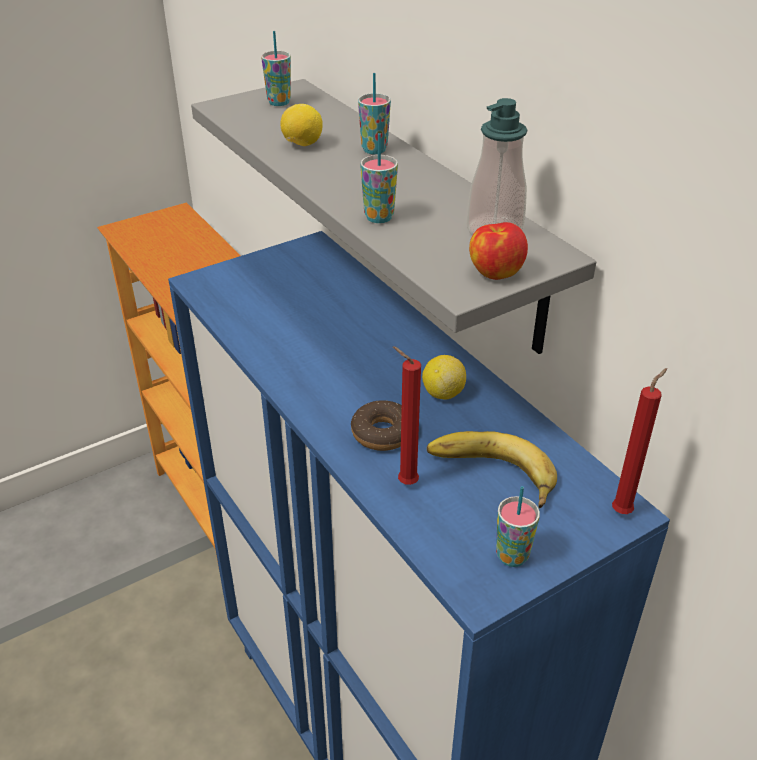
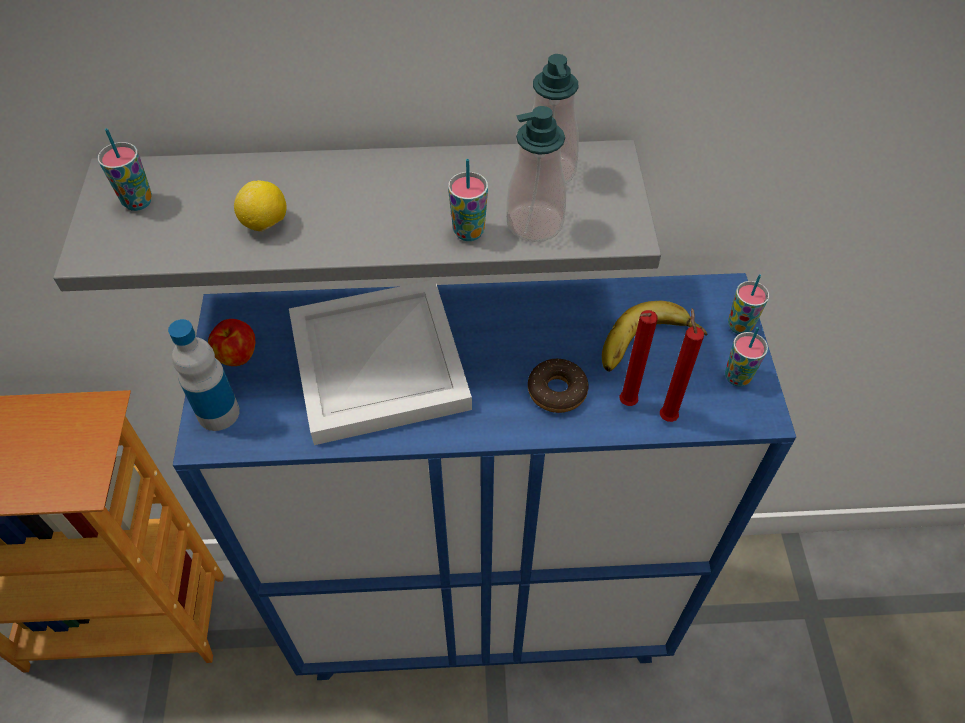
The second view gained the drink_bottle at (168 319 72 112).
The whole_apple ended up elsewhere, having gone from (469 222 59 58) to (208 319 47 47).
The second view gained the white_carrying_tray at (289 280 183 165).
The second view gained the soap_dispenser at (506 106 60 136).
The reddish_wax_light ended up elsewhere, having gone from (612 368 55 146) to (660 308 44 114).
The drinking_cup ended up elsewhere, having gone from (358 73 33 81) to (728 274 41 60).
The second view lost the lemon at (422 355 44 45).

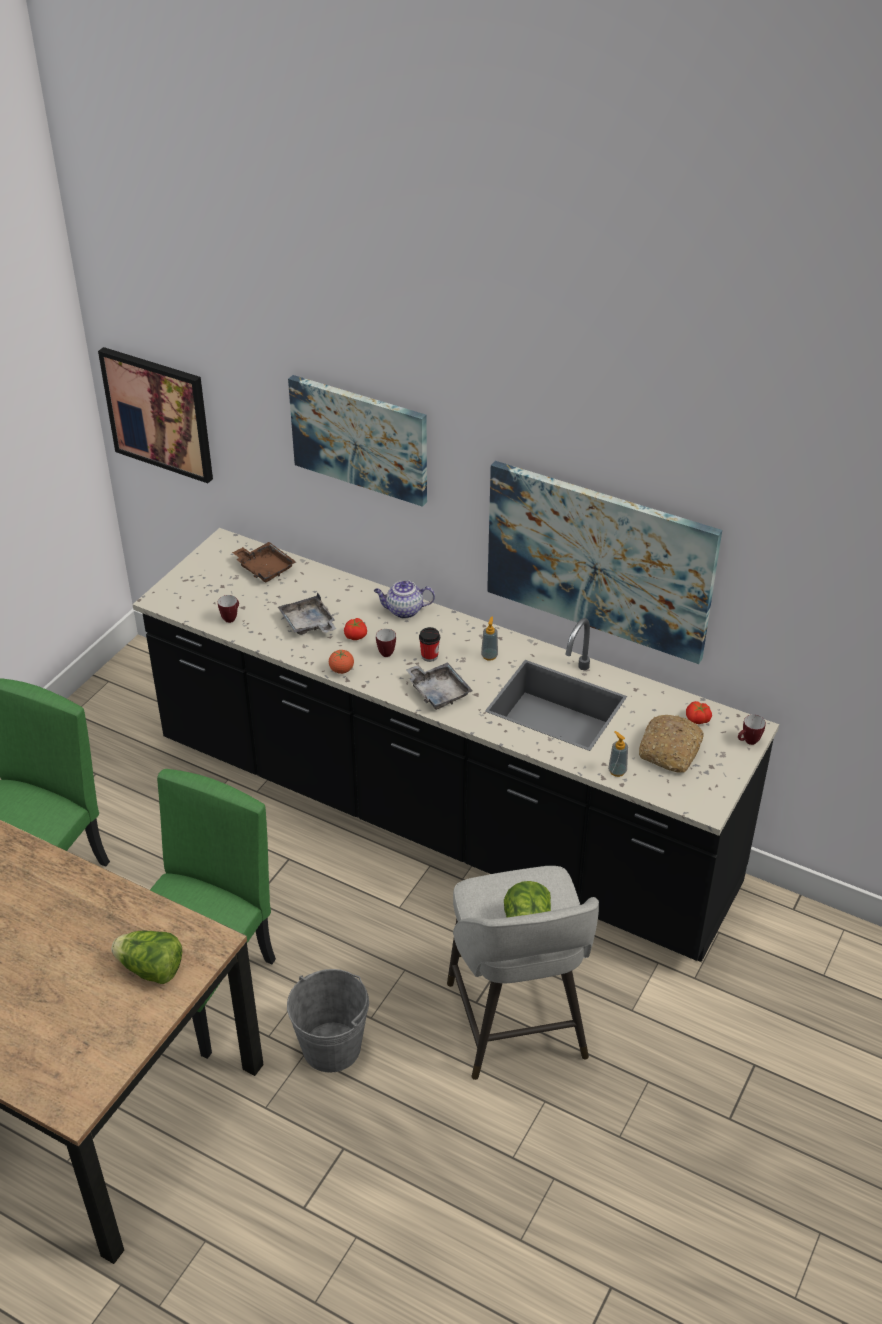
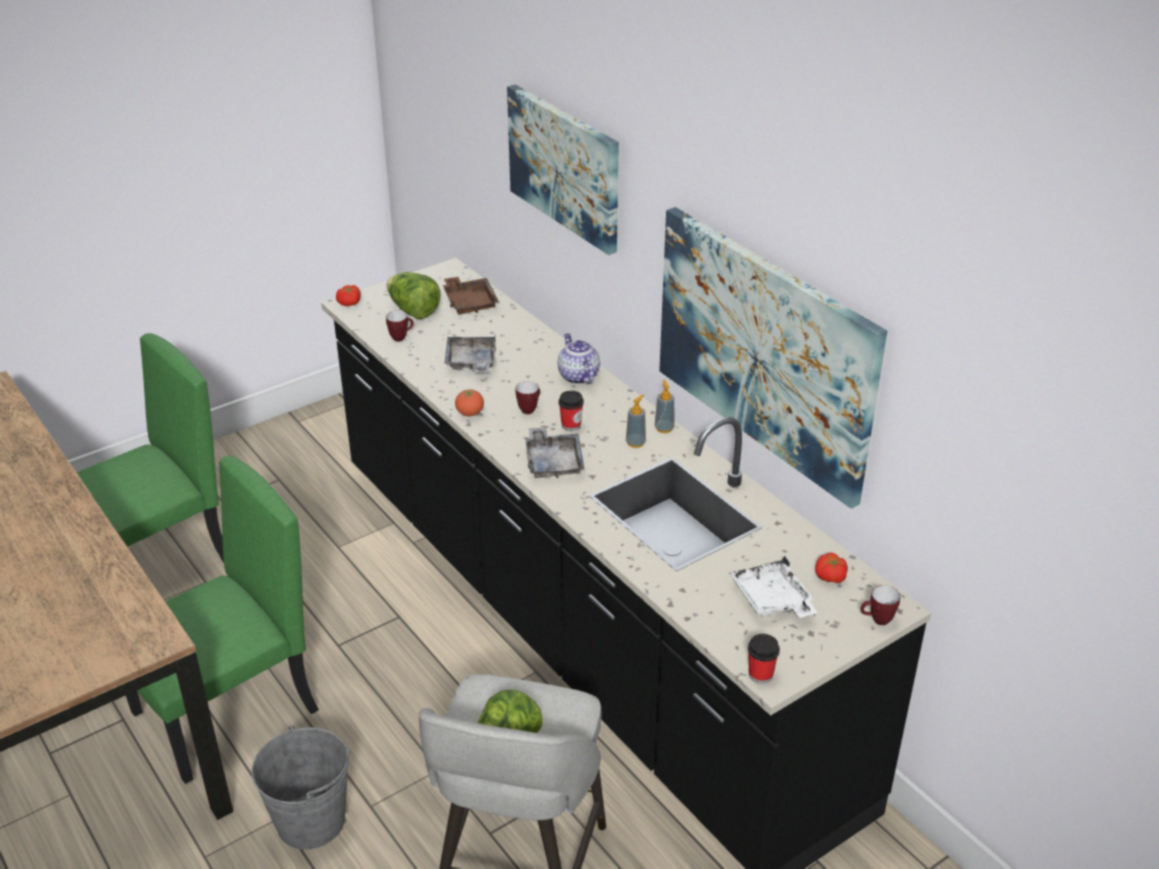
The tomato ended up elsewhere, having gone from (344 618 23 22) to (336 285 25 21).
The lettuce_head ended up elsewhere, having gone from (111 931 71 53) to (386 272 54 47).
The pot_for_tea at (374 580 61 38) ended up facing another way, 45 degrees clockwise from before.
The soap_dispenser ended up elsewhere, having gone from (608 731 20 46) to (655 380 20 53).
Where the bakery_bread stood at (639 715 65 58), the white_carrying_tray came to stand at (730 556 88 62).
The second view gained the drinking_cup at (748 634 32 50).
The second view lost the wall_picture at (98 347 115 136).

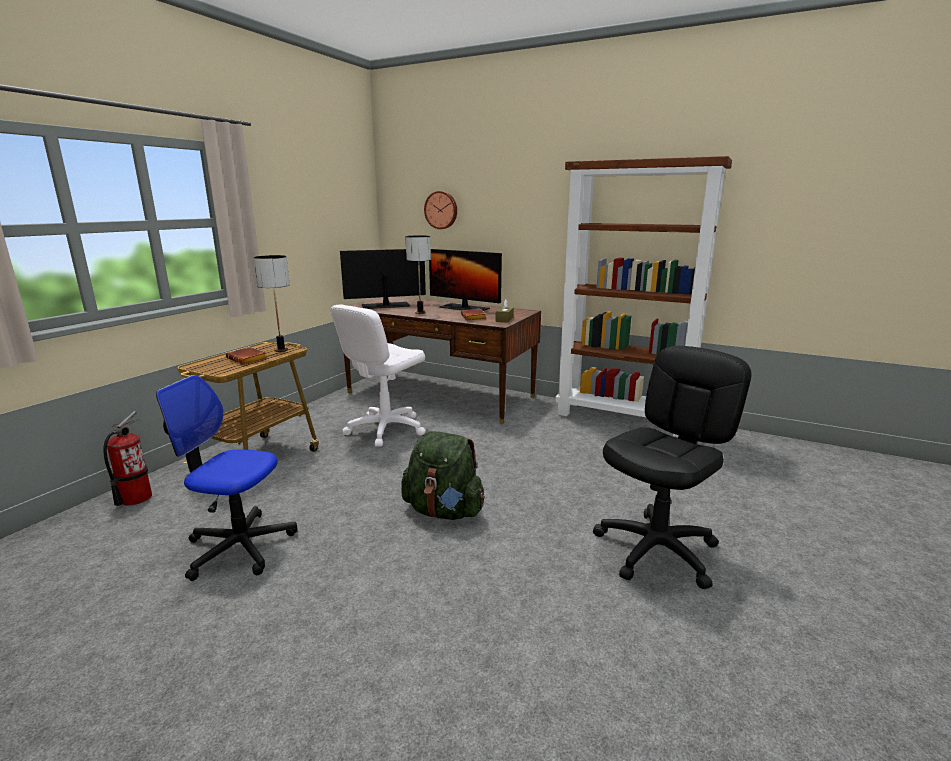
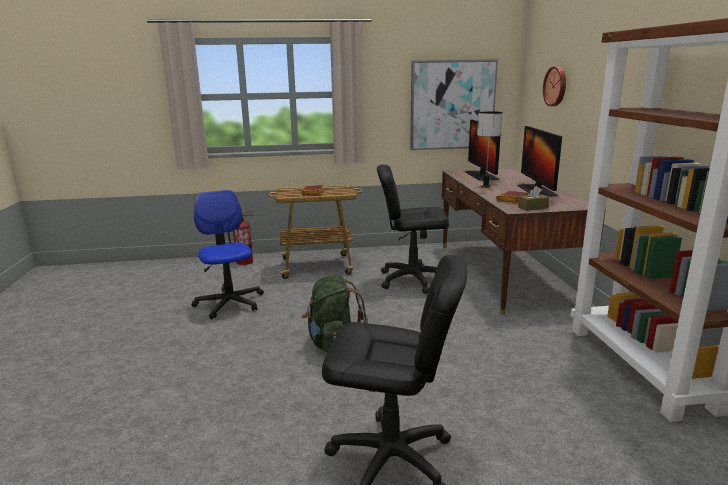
What was the white_computer_chair at (330 305 96 142) turned into the black_computer_chair at (377 165 72 129).
The second view gained the wall_picture at (410 59 88 91).
The monitor at (340 249 86 60) ended up facing another way, 135 degrees counterclockwise from before.
The second view lost the tabletop_lamp at (254 255 36 97).

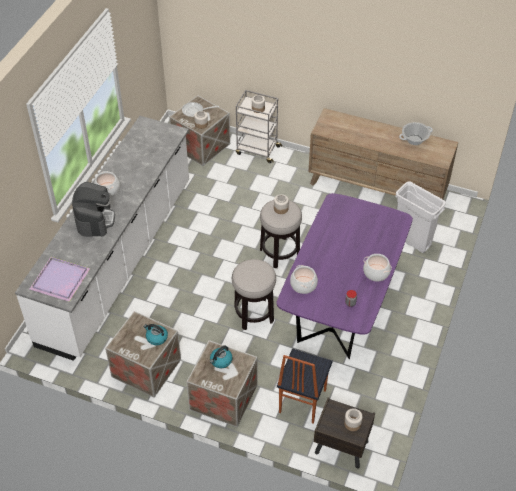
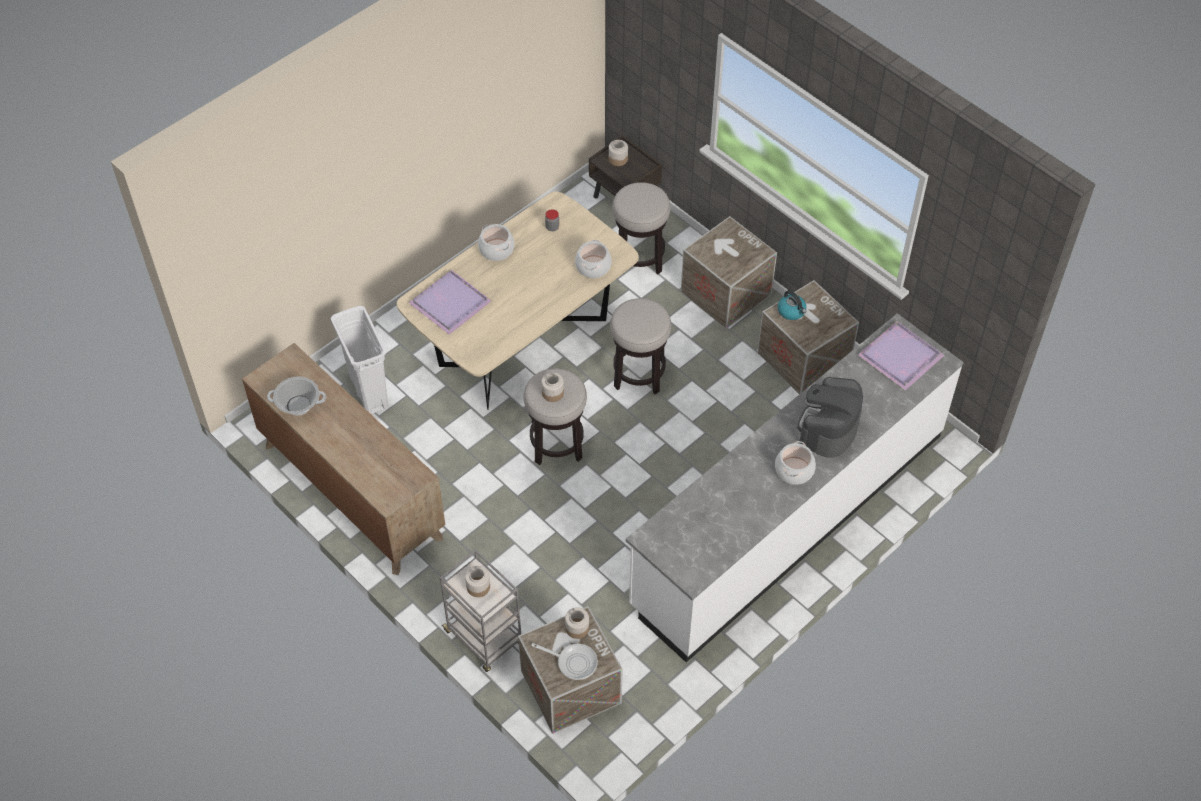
What was the purple_dinner_table at (277 193 136 166) turned into the sand-coloured_dinner_table at (397 192 242 218).
The second view gained the purple_carrying_tray at (408 270 84 65).
Where the plain_chair stood at (277 348 56 76), the stool came to stand at (612 182 59 92).
The second view lost the kettle at (210 346 23 22).

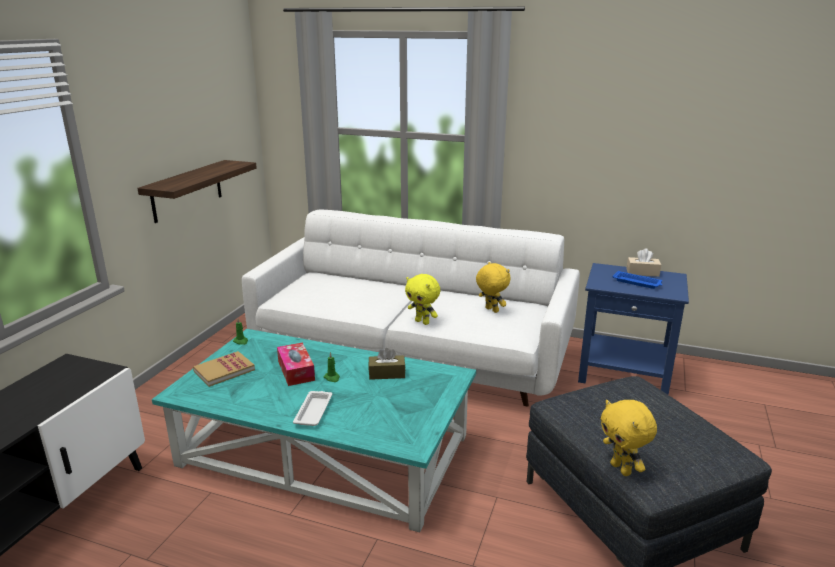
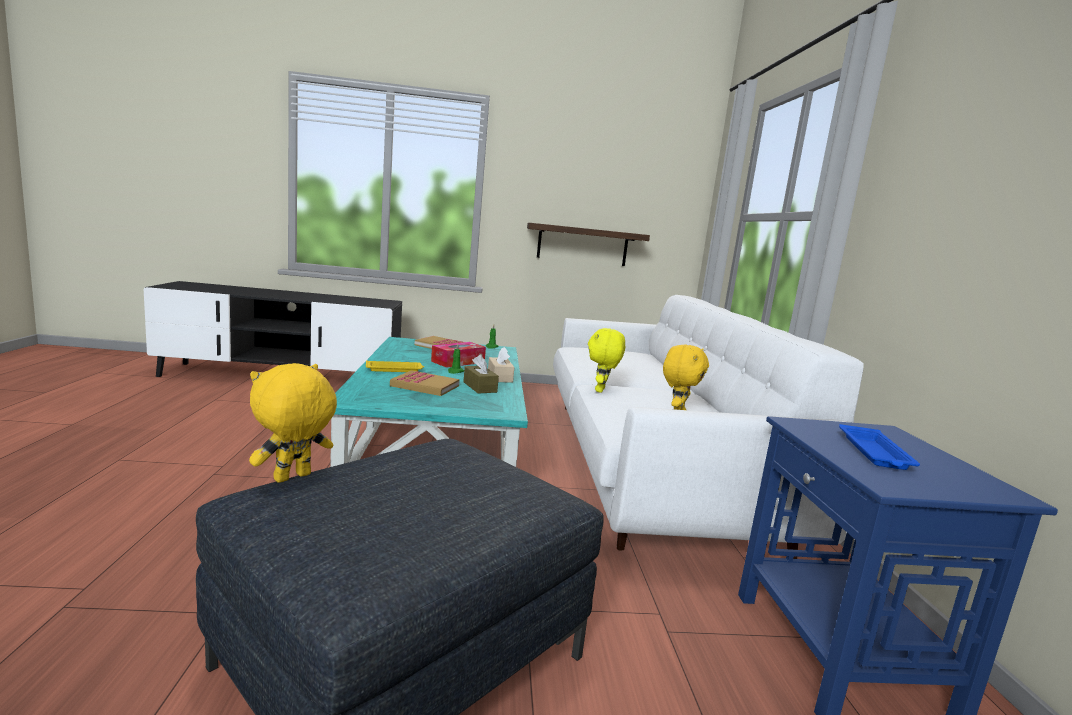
What was the white_carrying_tray at (293 391 39 35) turned into the yellow_carrying_tray at (366 360 58 12).
The second view gained the volume at (390 370 70 26).
The sand-coloured_box_of_tissues ended up elsewhere, having gone from (627 249 34 28) to (488 347 26 36).

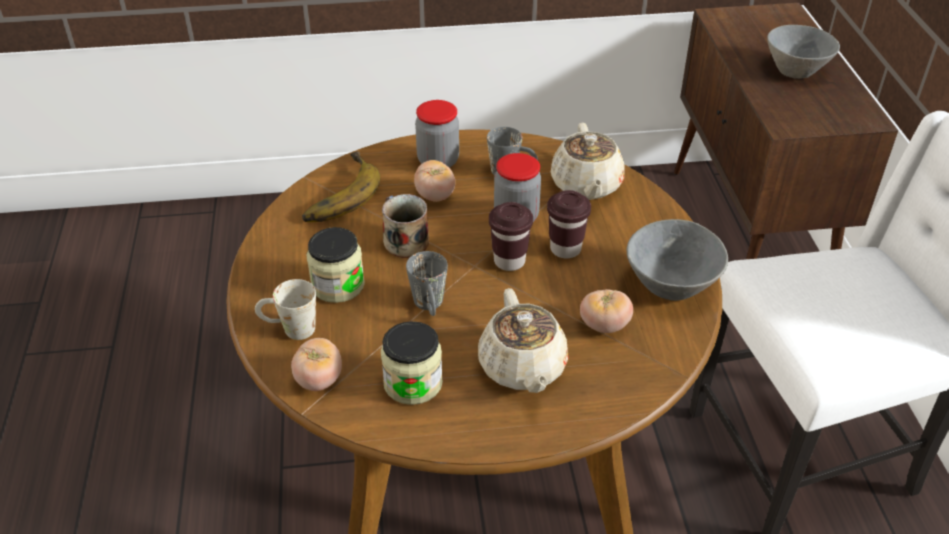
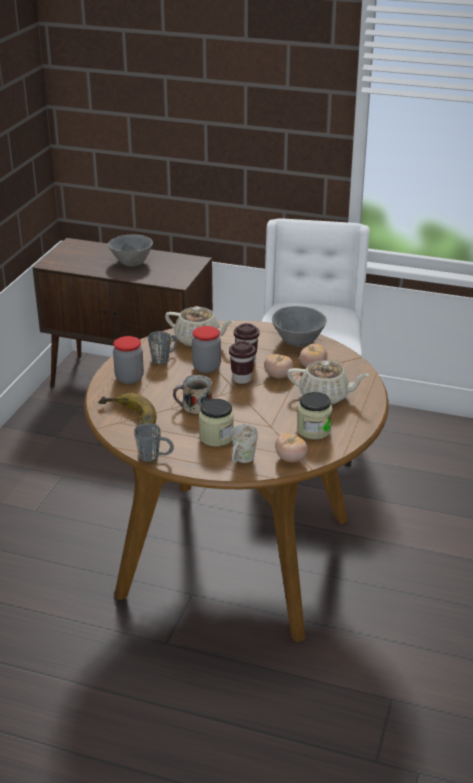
The grey_coffee_mug ended up elsewhere, having gone from (406 251 42 65) to (134 423 40 39).
The tomato ended up elsewhere, having gone from (414 160 41 42) to (264 354 30 24).

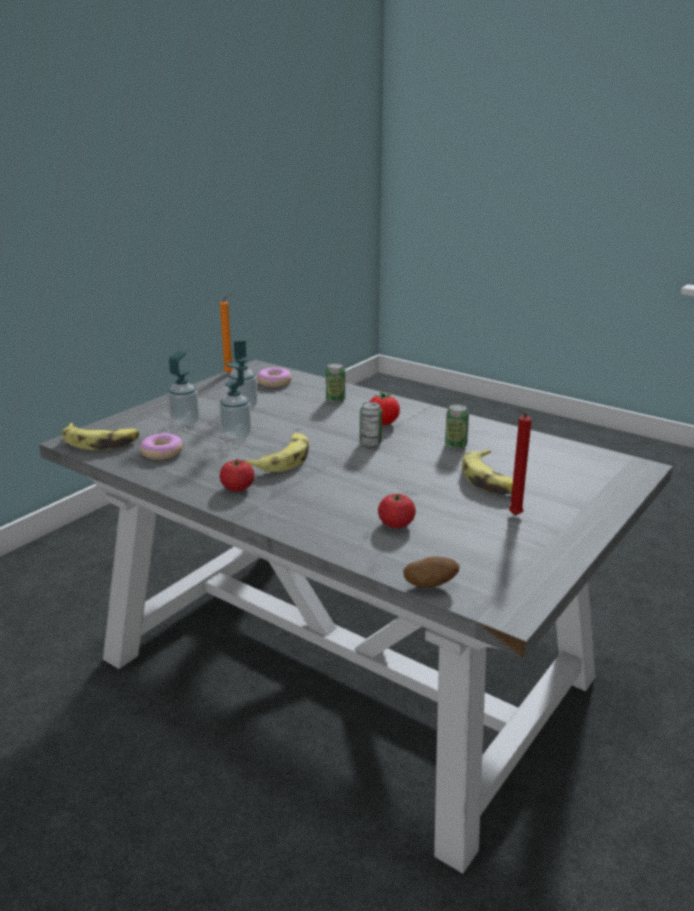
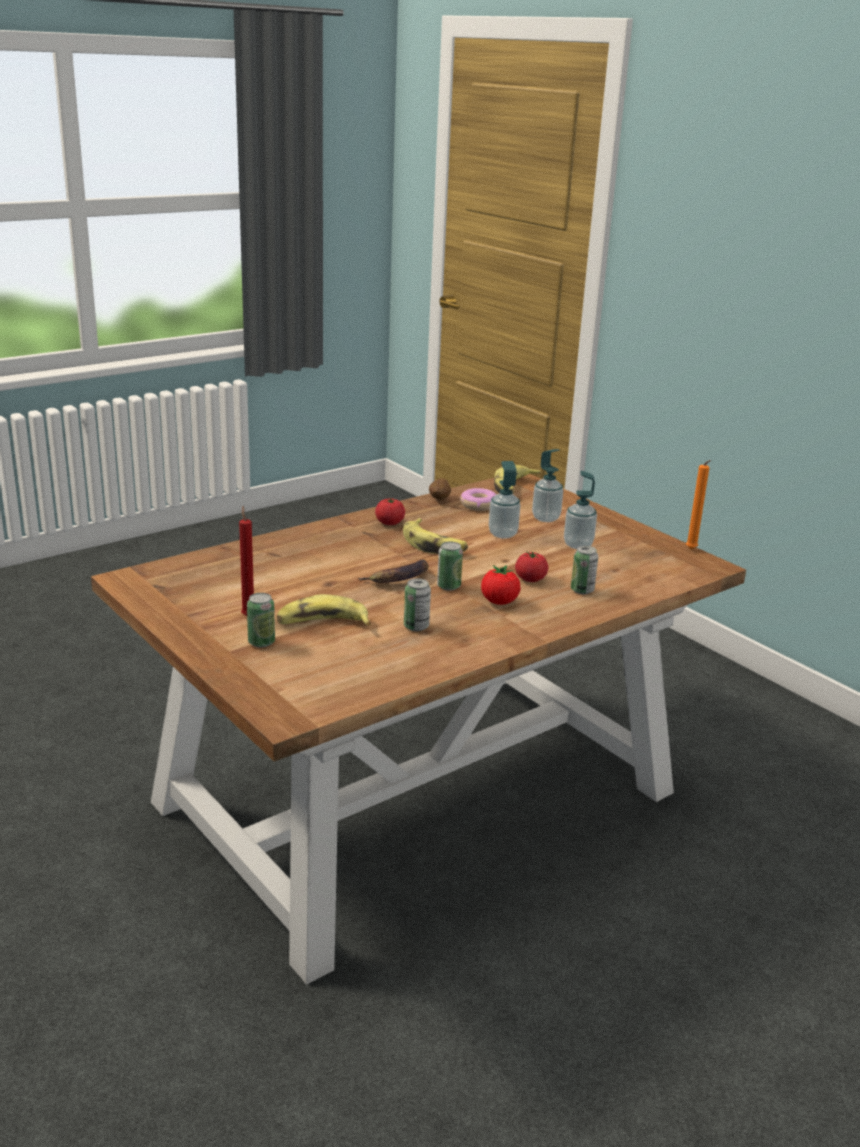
What was the grey_dinner_table at (39 360 634 514) turned into the brown_dinner_table at (91 474 655 510).
The second view gained the sealed_can at (247 593 28 55).
The second view gained the banana at (358 560 71 23).
The whole_potato ended up elsewhere, having gone from (404 556 55 32) to (429 478 22 22).
The tomato ended up elsewhere, having gone from (378 493 38 35) to (515 552 33 30).
The second view lost the doughnut at (256 367 36 20).

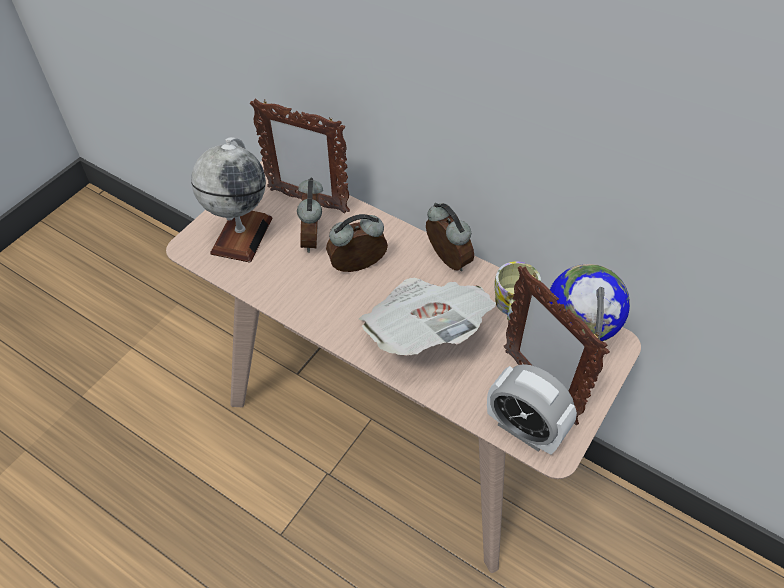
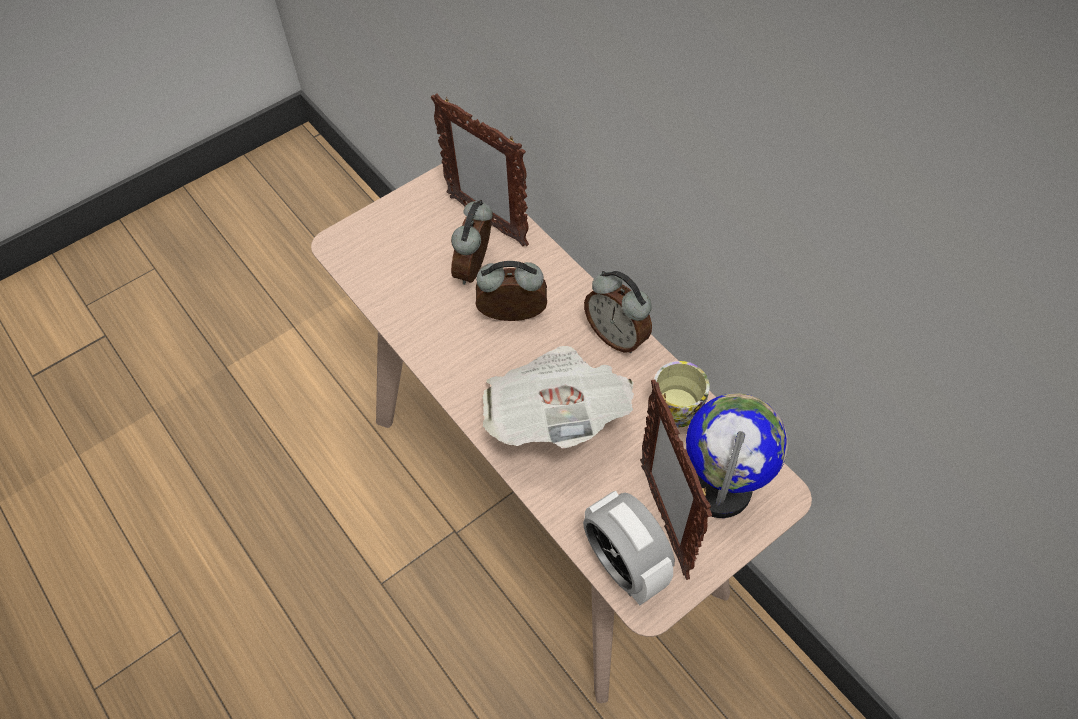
The bedside_clock at (426 203 48 68) ended up facing another way, 150 degrees clockwise from before.
The second view lost the world_globe at (191 137 81 126).

